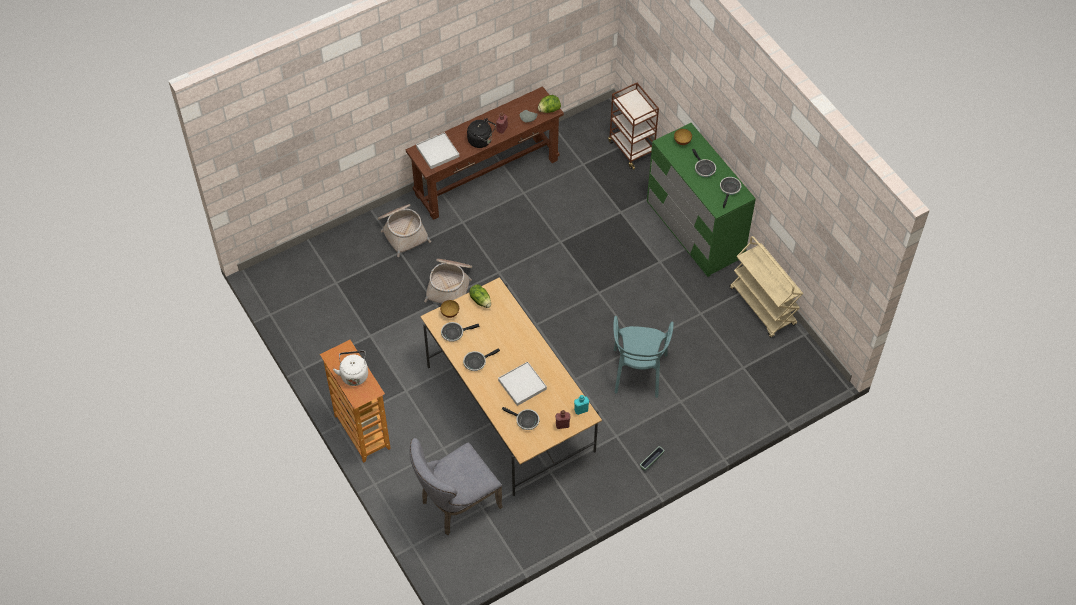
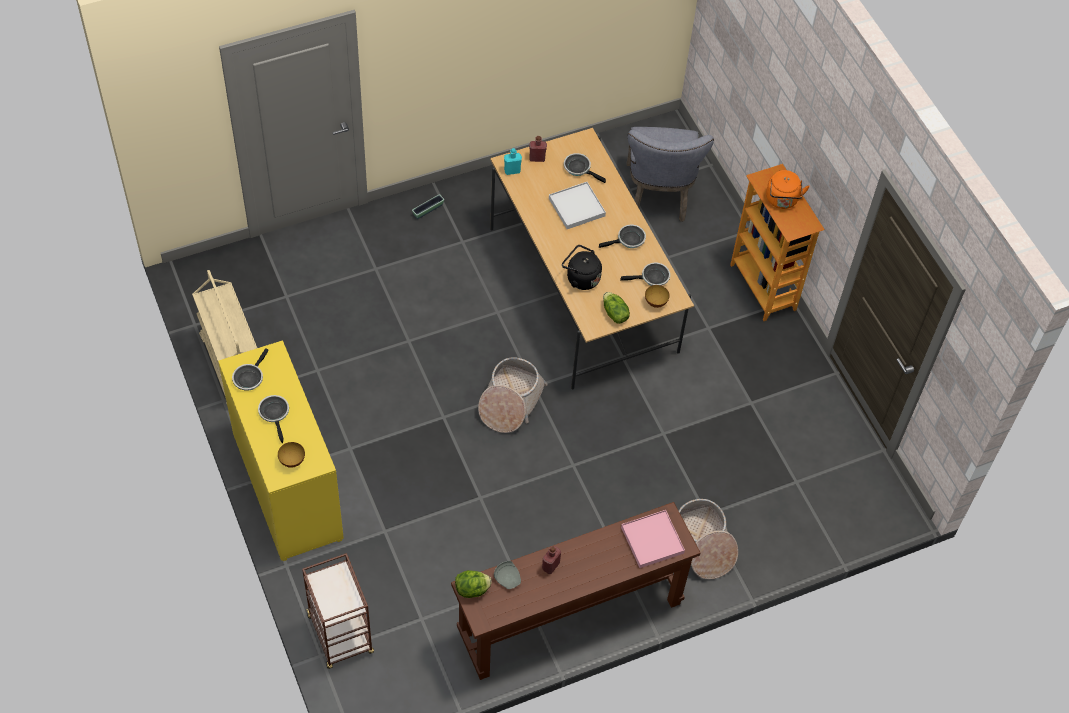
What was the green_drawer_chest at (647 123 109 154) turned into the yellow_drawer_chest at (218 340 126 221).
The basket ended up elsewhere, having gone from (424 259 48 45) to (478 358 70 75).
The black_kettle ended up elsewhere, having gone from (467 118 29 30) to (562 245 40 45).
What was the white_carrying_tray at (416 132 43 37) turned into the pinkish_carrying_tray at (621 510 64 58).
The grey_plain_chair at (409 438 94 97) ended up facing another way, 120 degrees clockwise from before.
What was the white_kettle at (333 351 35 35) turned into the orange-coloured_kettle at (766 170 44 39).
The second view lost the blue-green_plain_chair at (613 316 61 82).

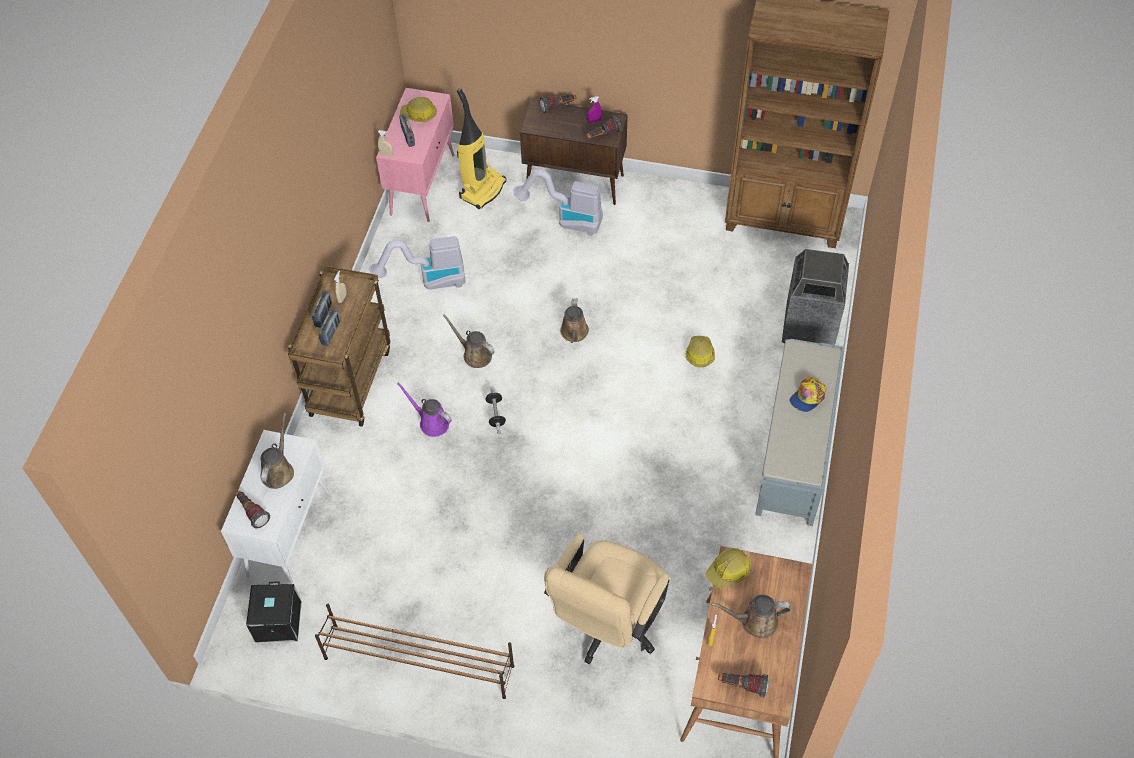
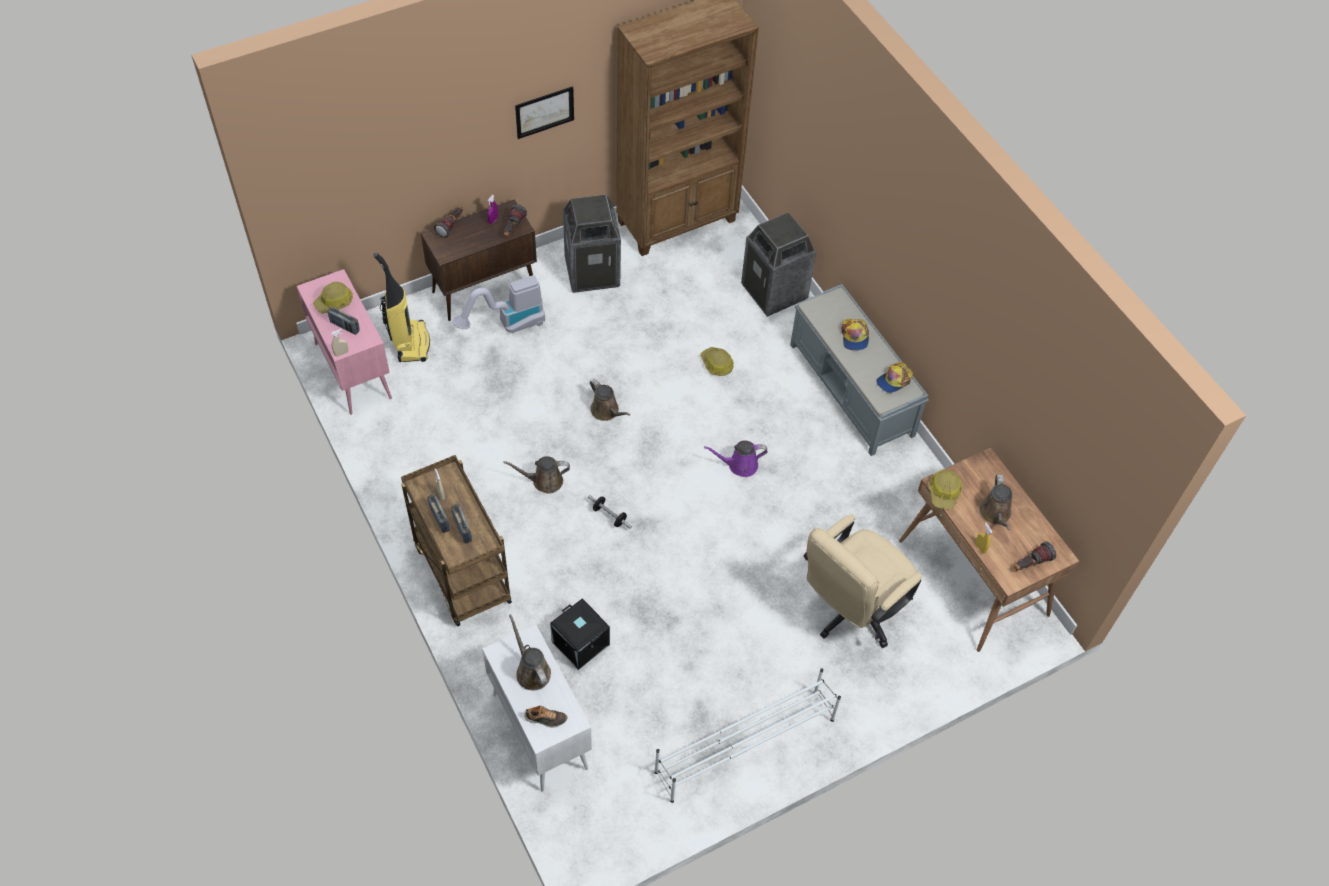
The second view gained the wall_picture at (515 86 59 53).
Where the flashlight stood at (236 491 34 38), the low_shoe came to stand at (524 706 43 22).
The black_storage_box ended up elsewhere, having gone from (246 581 56 61) to (550 598 60 72).
The second view gained the trash_can at (563 195 58 98).
What was the brown_shoe_stand at (315 604 199 95) turned into the white_shoe_stand at (654 668 187 135).
The purple_sprinkling_can ended up elsewhere, having gone from (397 383 55 54) to (704 440 64 37).
The sand-coloured_computer_chair at (544 533 125 131) ended up facing another way, 60 degrees clockwise from before.
The second view gained the peaked_cap at (876 362 37 31).
The brown_sprinkling_can at (711 595 80 43) ended up facing another way, 45 degrees counterclockwise from before.
The second view lost the vacuum_cleaner at (369 236 97 54).

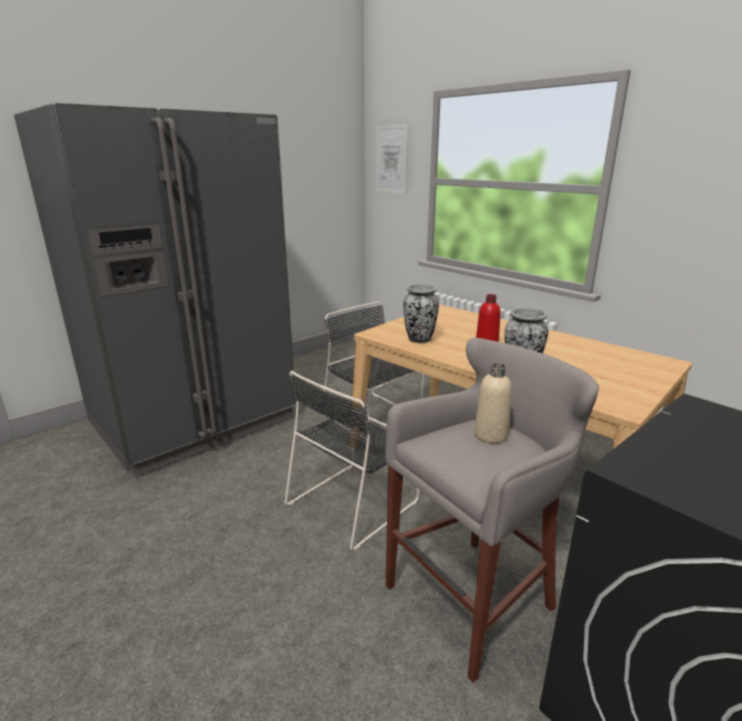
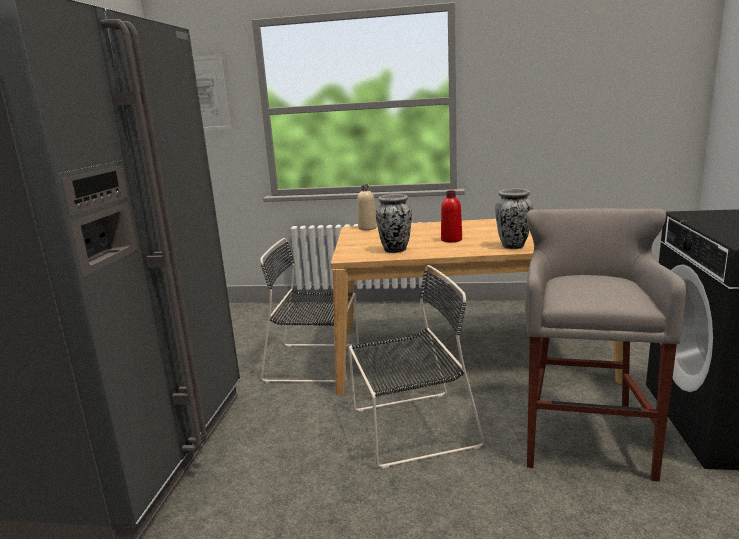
The black_plain_chair at (285 371 135 179) ended up facing another way, 105 degrees counterclockwise from before.
The sand-coloured_drink_bottle ended up elsewhere, having gone from (474 363 38 80) to (357 184 20 46).

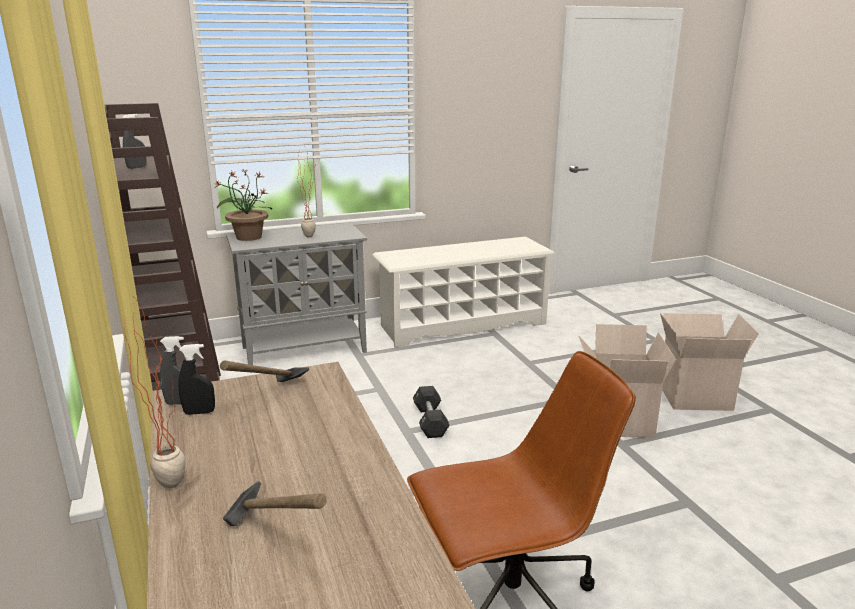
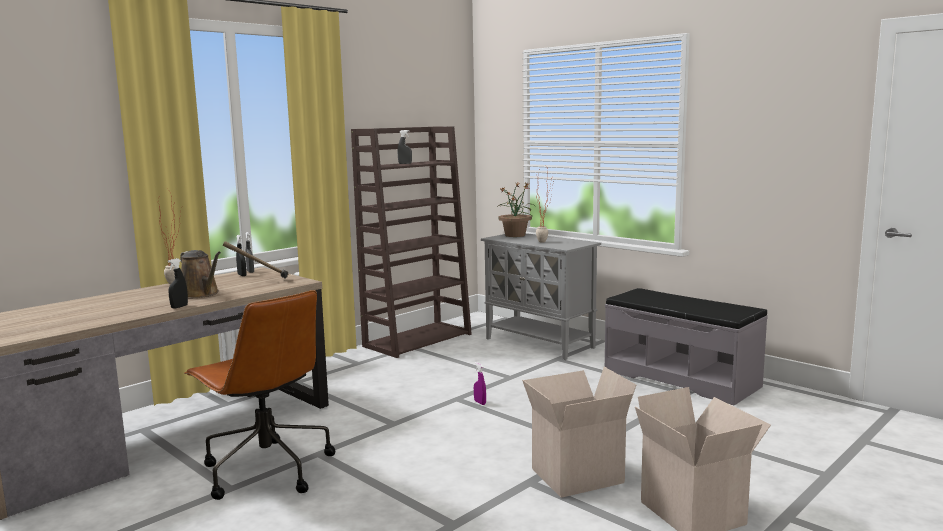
The second view gained the black_sprayer at (168 258 20 51).
The second view gained the brown_sprinkling_can at (180 250 41 48).
Where the black_hand_weight stood at (413 386 37 52), the purple_sprayer came to stand at (474 362 12 43).
Where the white_shoe_stand stood at (372 237 183 111), the grey_indoor_bench came to stand at (605 288 163 117).
The second view lost the hand_hammer at (223 481 104 45).

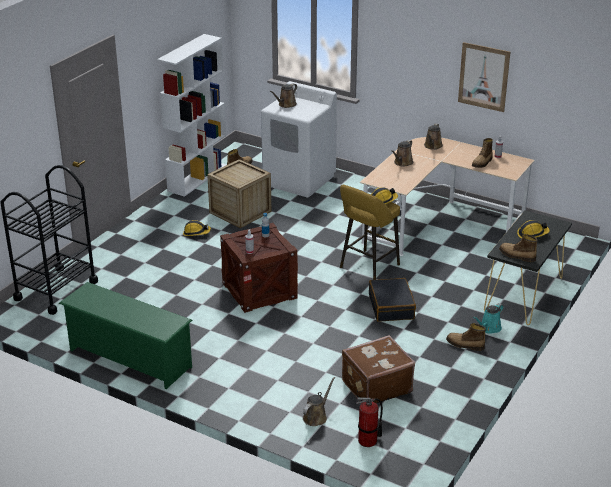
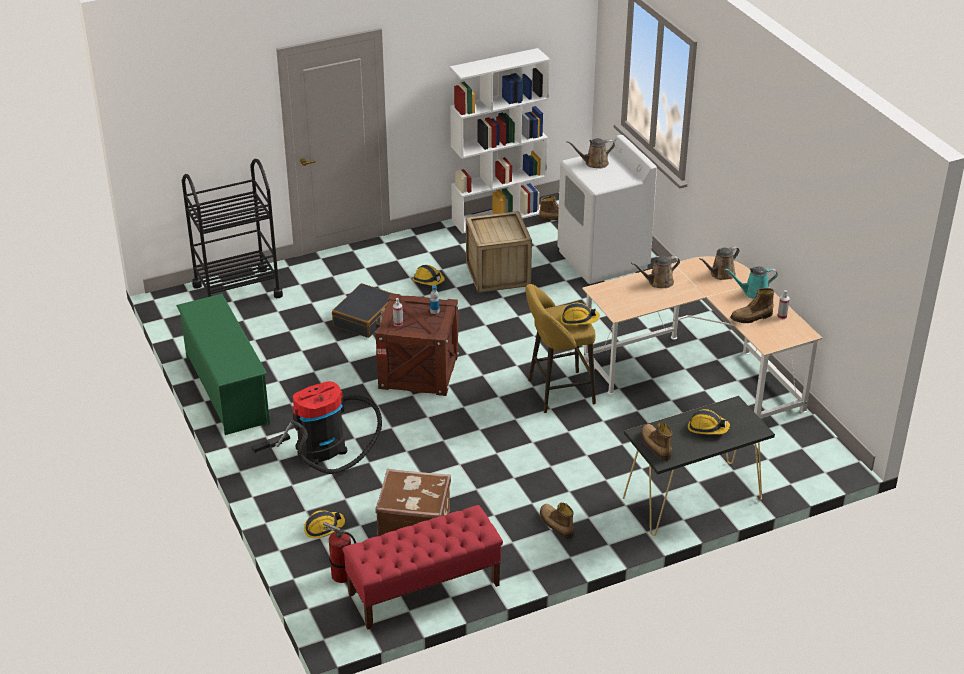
The second view gained the vacuum_cleaner at (251 381 131 93).
Where the brown_sprinkling_can stood at (303 377 32 49), the hard_hat came to stand at (304 510 41 28).
The black_travel_case ended up elsewhere, having gone from (369 278 47 44) to (332 283 62 55).
The second view gained the reddish_indoor_bench at (342 505 161 125).
The blue-green_sprinkling_can ended up elsewhere, having gone from (473 303 31 31) to (725 266 53 33).
The second view lost the wall_picture at (458 42 52 70).

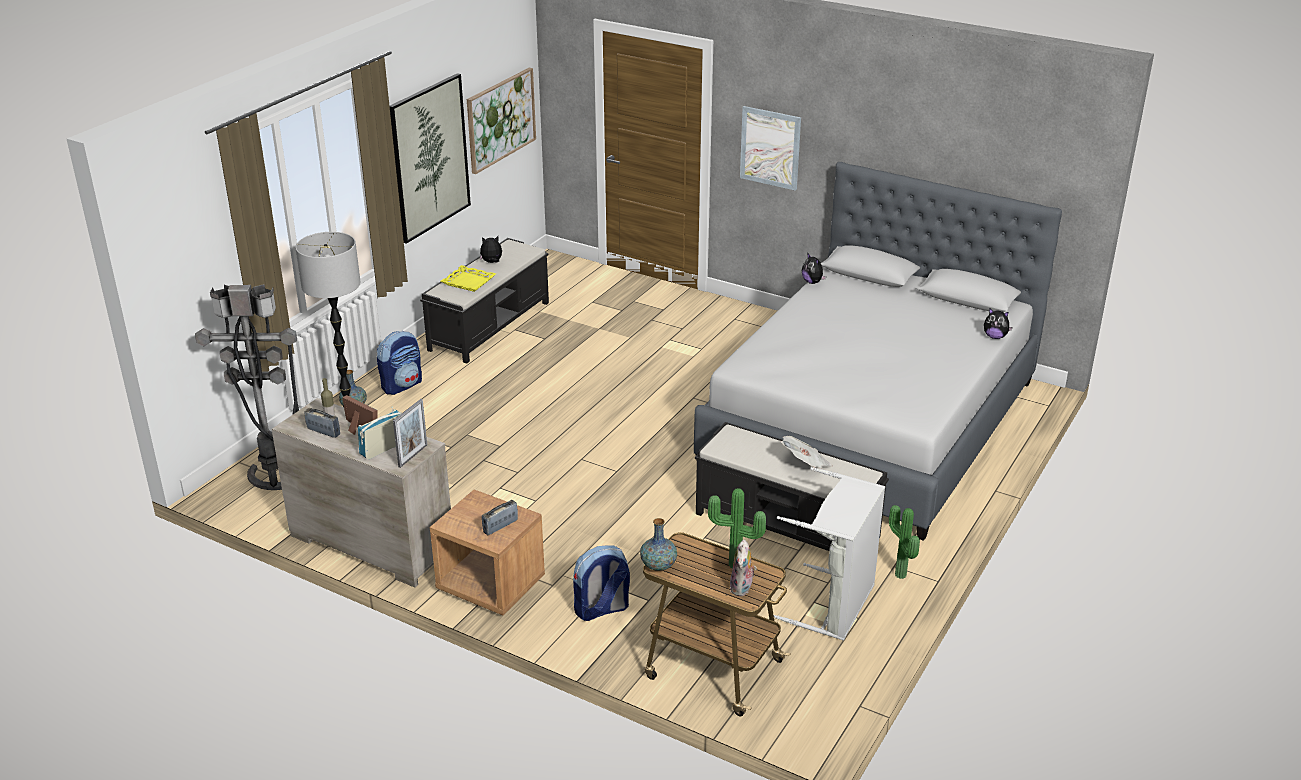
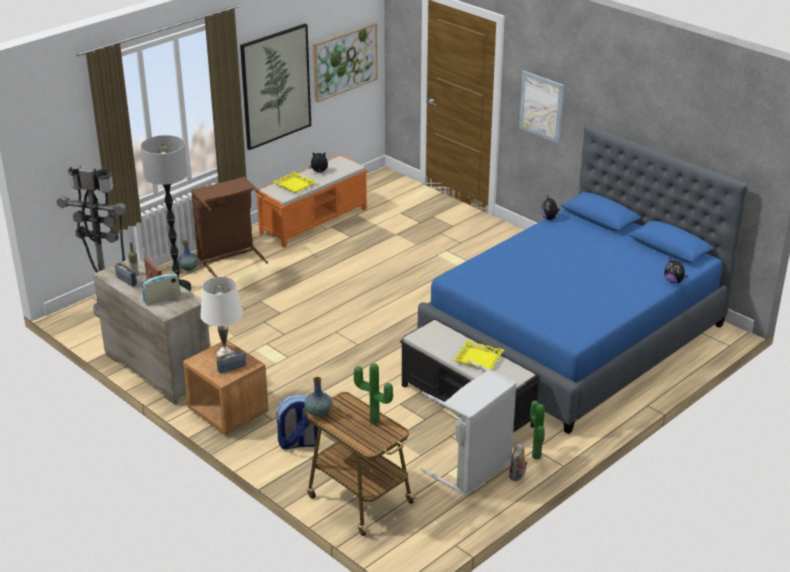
Where the knapsack stood at (377 331 45 64), the brown_laundry_basket came to stand at (191 177 77 100).
The second view gained the white_tabletop_lamp at (200 277 43 80).
What was the black_indoor_bench at (420 238 129 126) turned into the orange-coloured_indoor_bench at (255 154 113 94).
What was the grey_sleeping_bed at (694 162 368 379) turned into the blue-coloured_sleeping_bed at (417 124 331 310).
Where the daily_paper stood at (781 436 52 32), the yellow_carrying_tray came to stand at (453 340 51 30).
The cuddly_toy ended up elsewhere, having gone from (730 540 27 56) to (509 442 19 39).
The second view lost the photo_frame at (393 399 34 69).

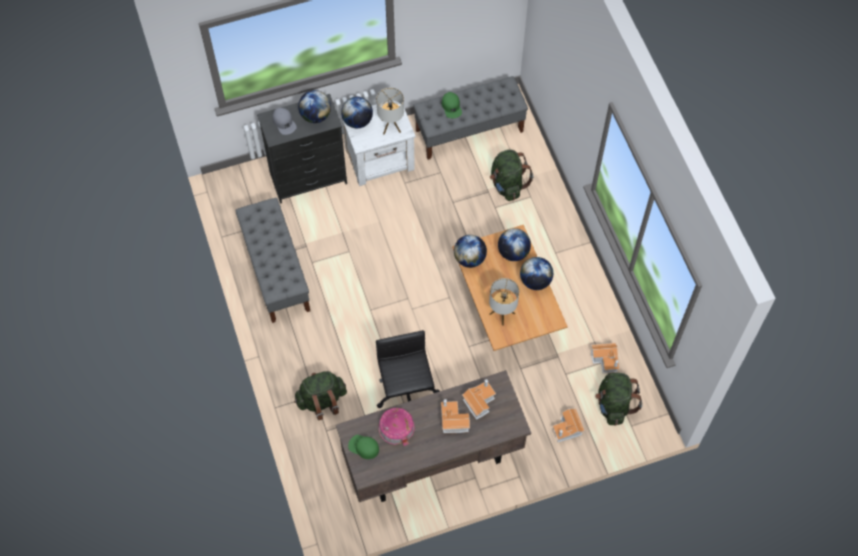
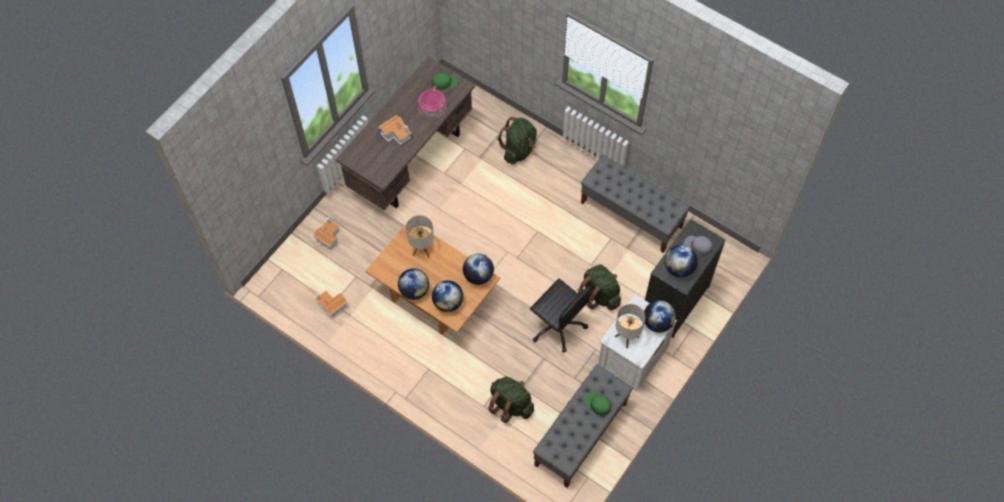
The black_computer_chair ended up elsewhere, having gone from (376 330 64 78) to (530 279 62 74).
The green_knapsack ended up elsewhere, having gone from (595 373 47 52) to (578 264 43 46).
The second view lost the toy_house at (462 379 34 41).

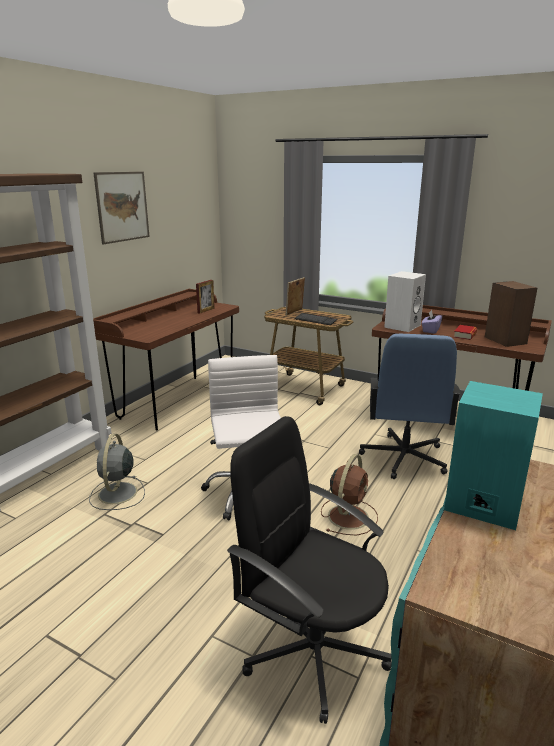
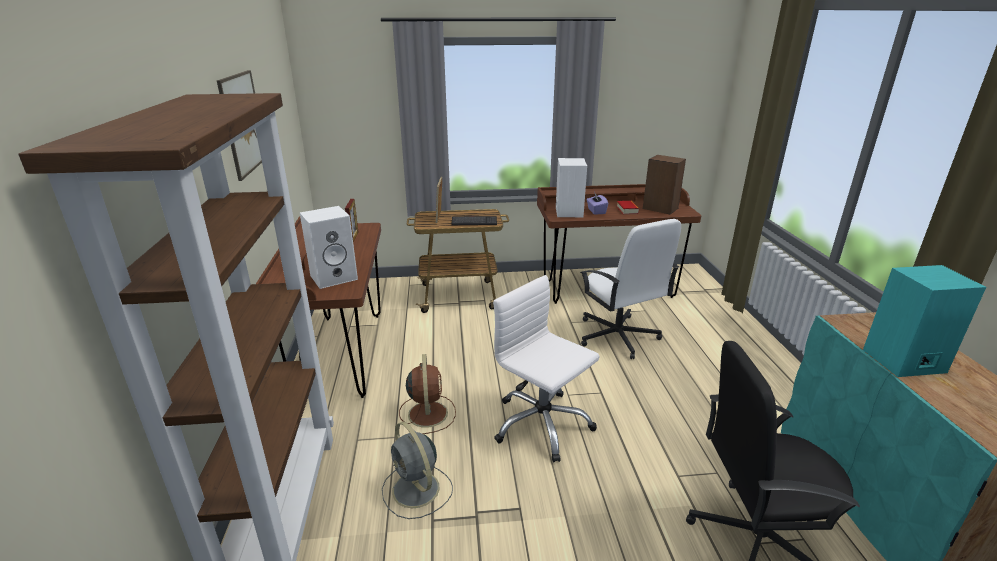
The second view gained the white_audio_speaker at (300 206 58 83).
The brown_cooling_fan ended up elsewhere, having gone from (321 454 57 82) to (399 354 57 80).
What was the blue-coloured_computer_chair at (359 334 102 145) turned into the white_computer_chair at (580 219 101 140).

